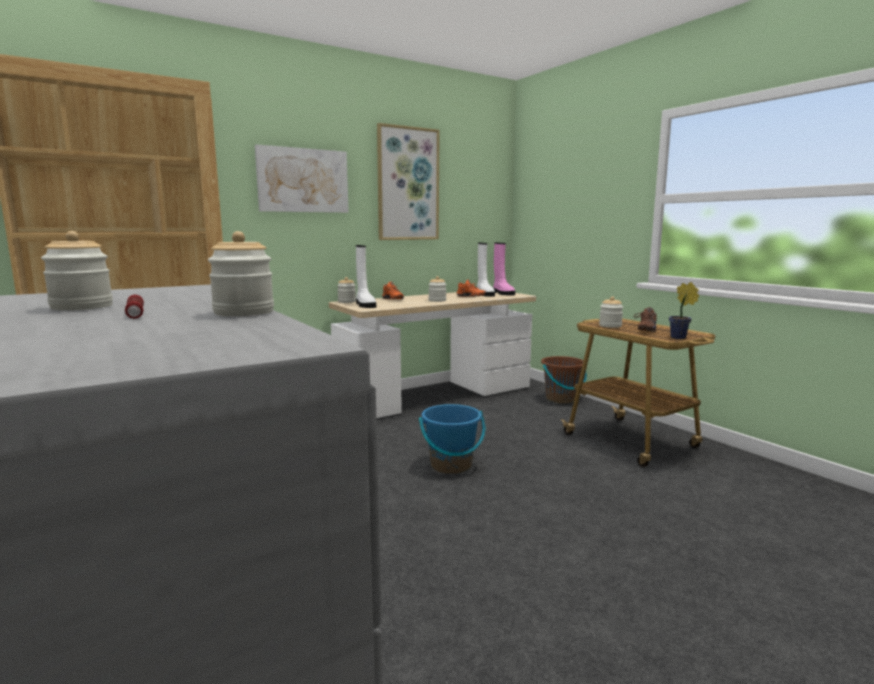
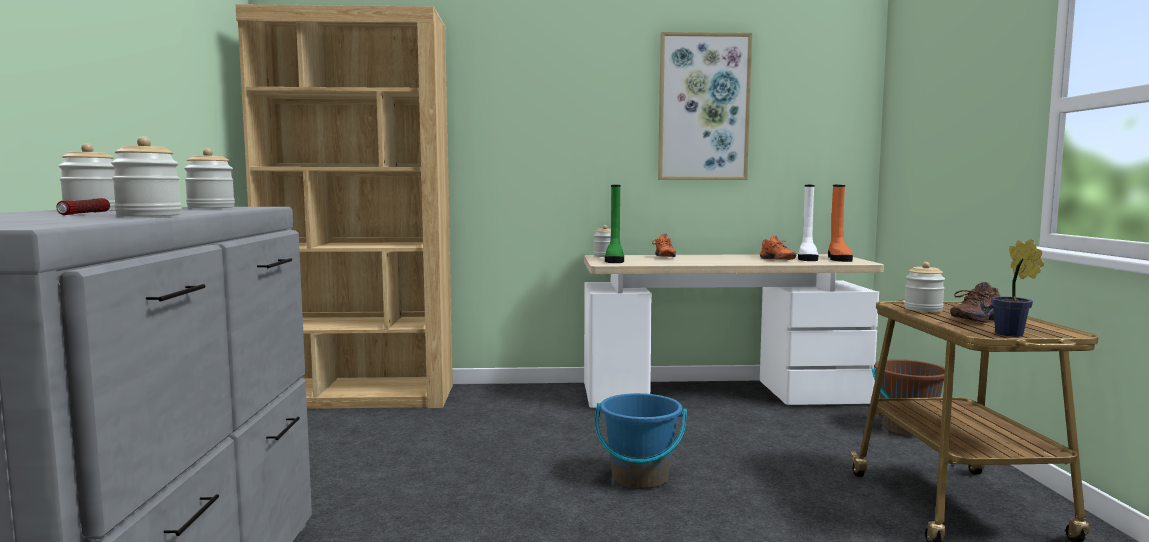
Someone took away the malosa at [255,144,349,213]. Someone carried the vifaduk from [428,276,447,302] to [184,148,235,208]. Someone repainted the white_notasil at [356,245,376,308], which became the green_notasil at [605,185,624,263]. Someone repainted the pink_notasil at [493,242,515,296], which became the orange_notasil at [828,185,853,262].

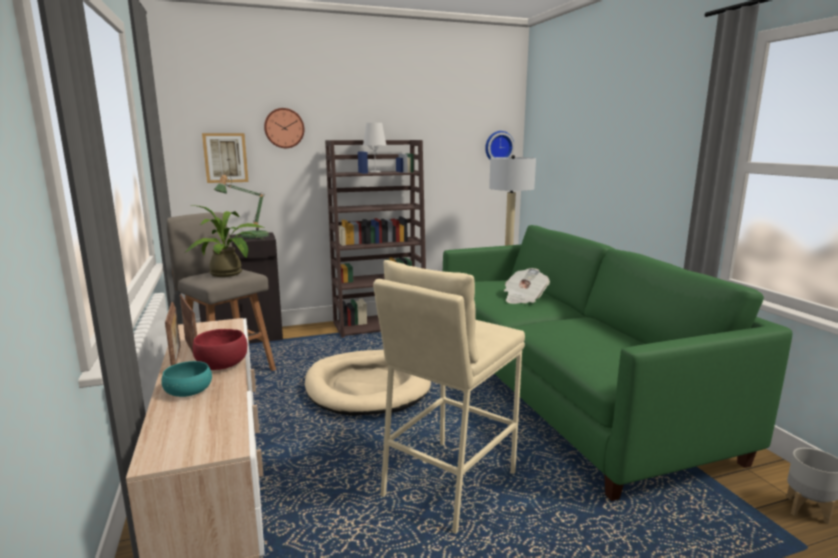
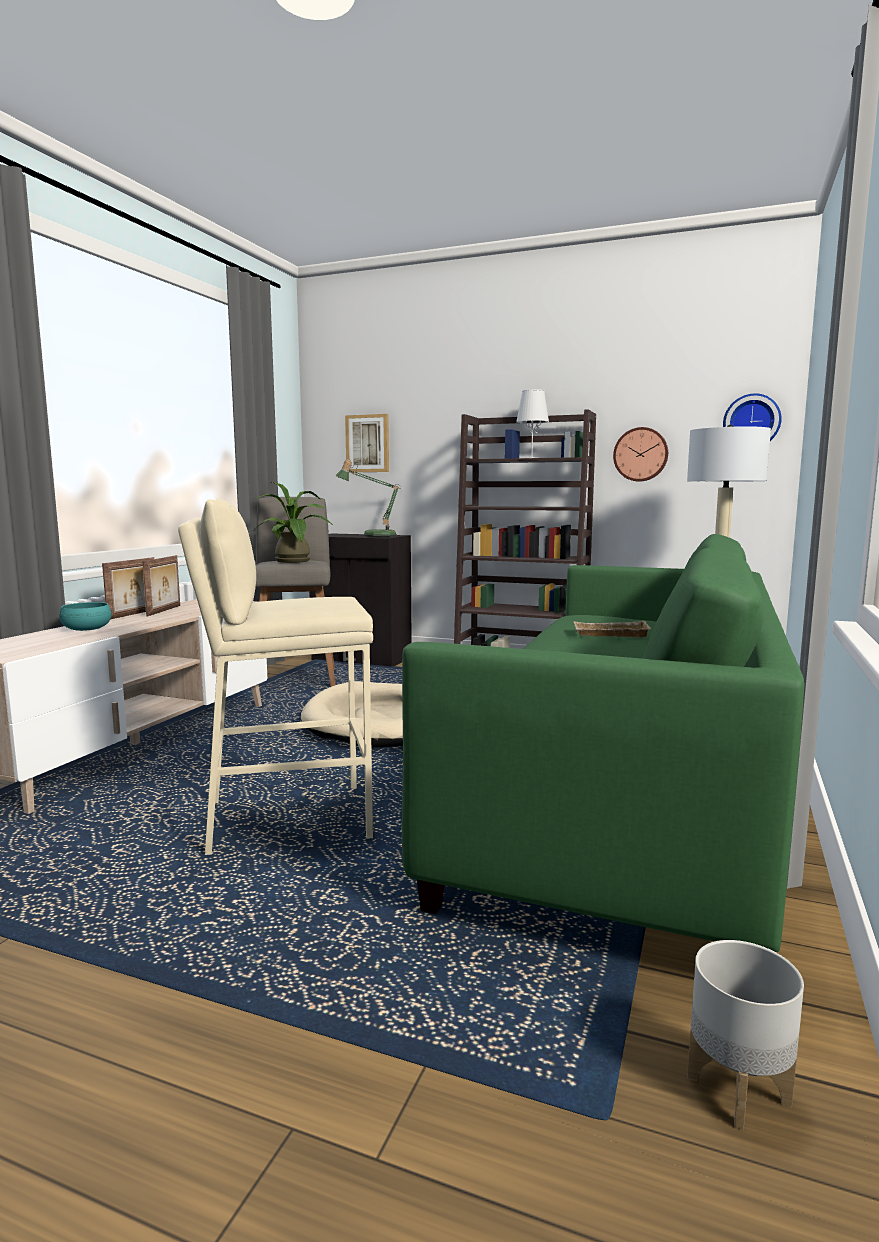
Someone took away the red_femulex at [193,329,247,370]. Someone carried the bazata from [264,108,304,148] to [613,427,668,482]. Someone swapped the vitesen at [504,268,550,304] for the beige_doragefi at [573,621,651,638].

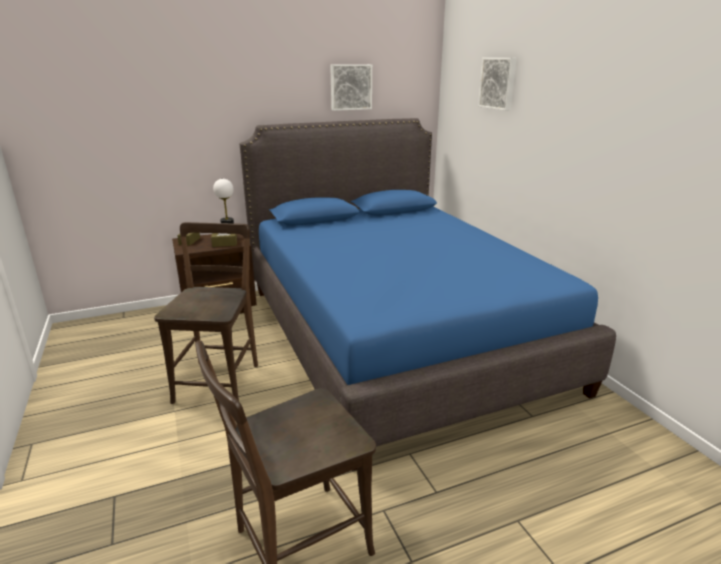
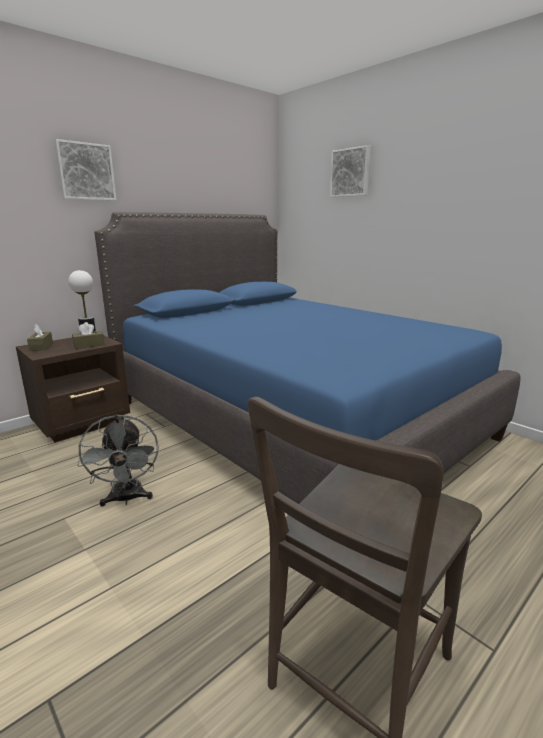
Someone carried the malosa from [330,64,372,111] to [54,139,116,201]. Someone swapped the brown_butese at [154,222,258,404] for the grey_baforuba at [77,414,159,507].

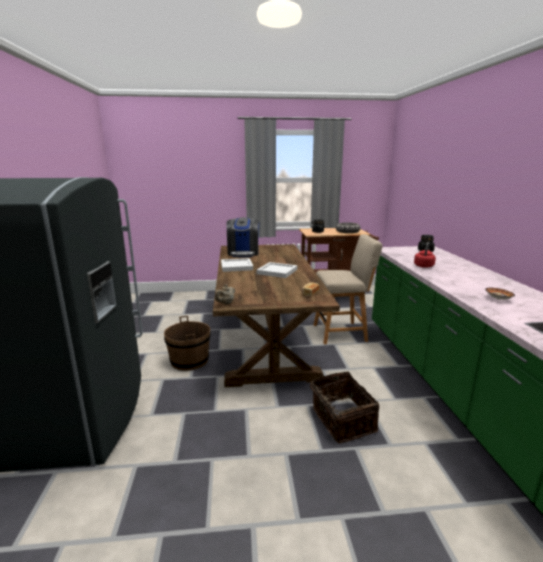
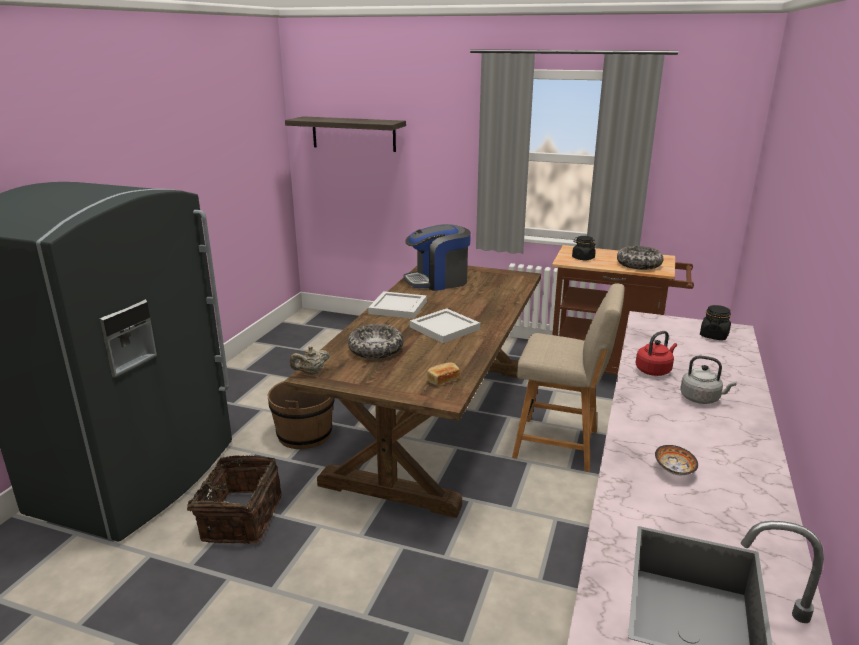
Someone put up the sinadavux at [285,116,406,152]. Someone put down the femulex at [348,324,403,359]. Someone put down the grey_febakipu at [680,356,737,404]. Someone carried the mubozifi from [310,371,379,443] to [183,455,282,544]. Someone rotated the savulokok at [227,217,259,257] by 45 degrees clockwise.

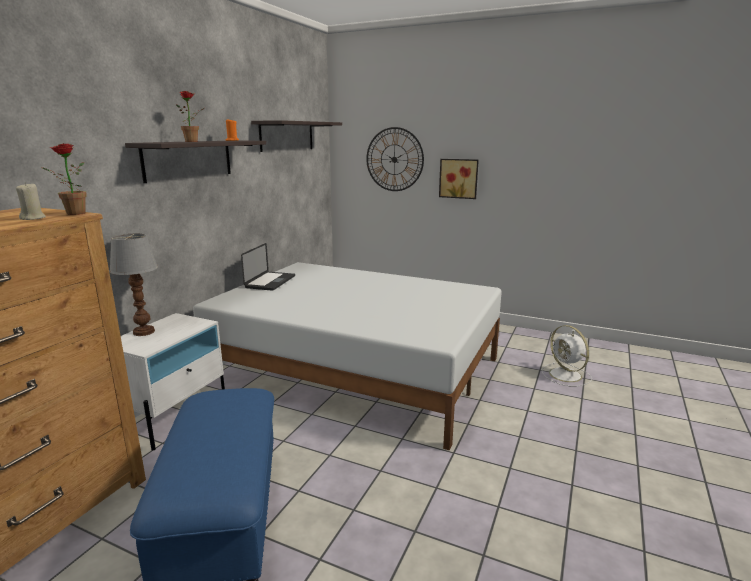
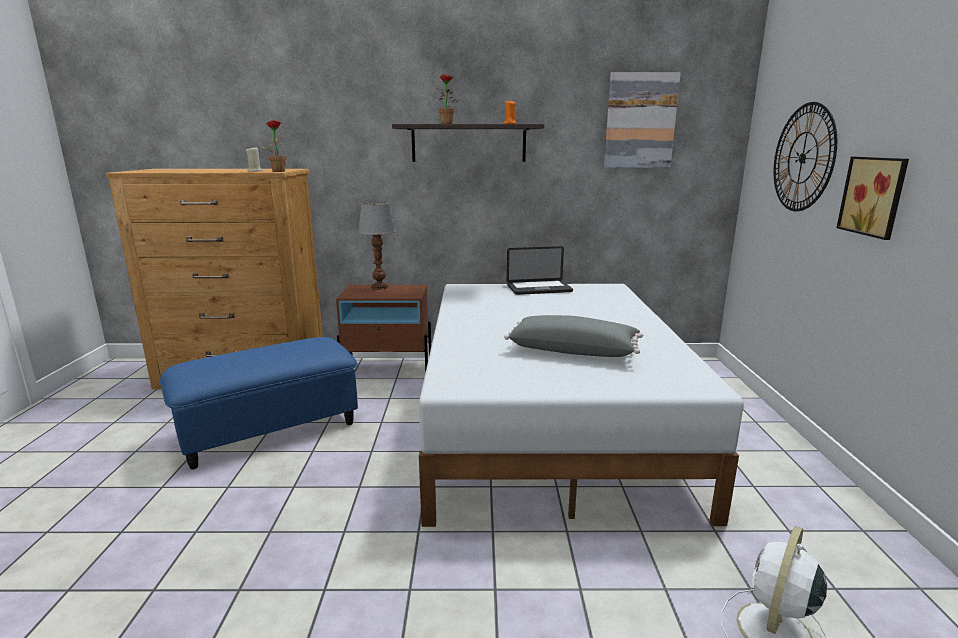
Someone put down the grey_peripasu at [504,315,643,357]. Someone swapped the sinadavux at [251,120,342,152] for the malosa at [604,72,681,168]. Someone repainted the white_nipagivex at [121,313,225,451], which became the brown_nipagivex at [336,285,431,373].

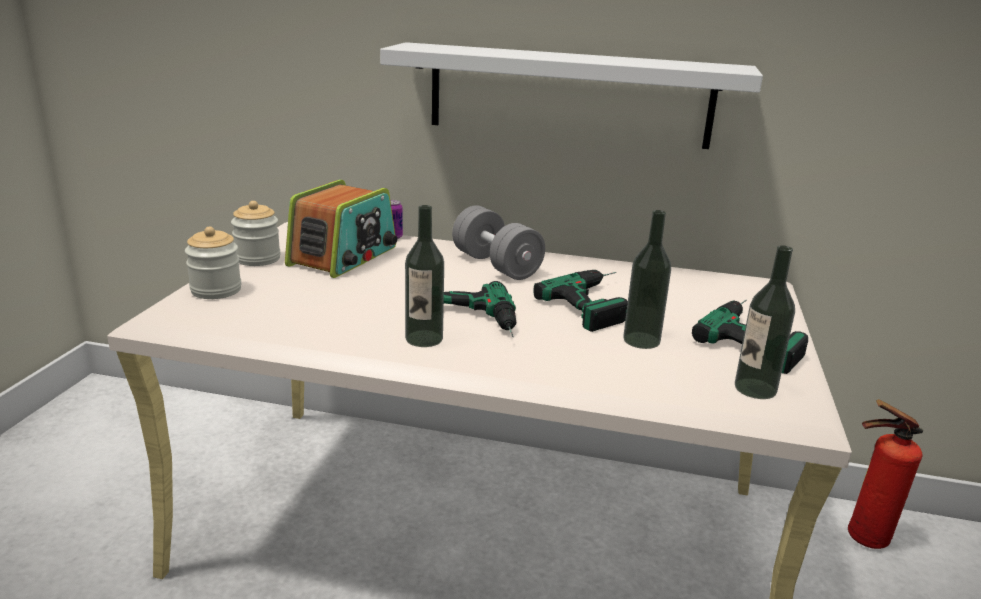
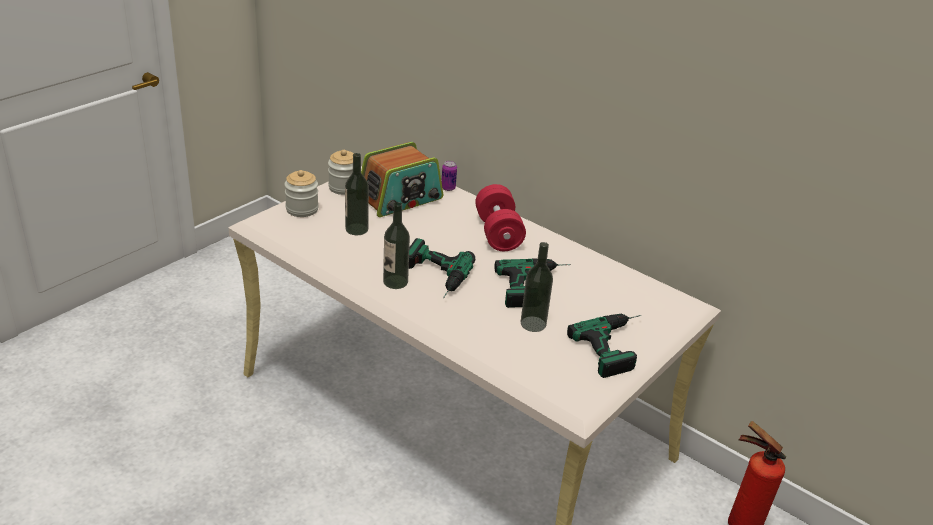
Someone took away the white_sinadavux at [380,42,763,149]. Someone carried the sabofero from [735,245,795,399] to [345,153,369,235]. Someone repainted the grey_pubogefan at [452,205,545,280], which became the red_pubogefan at [475,184,526,251].

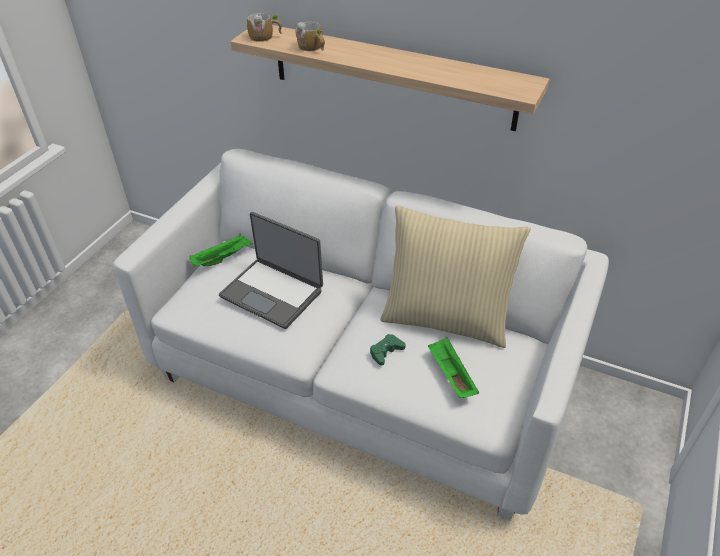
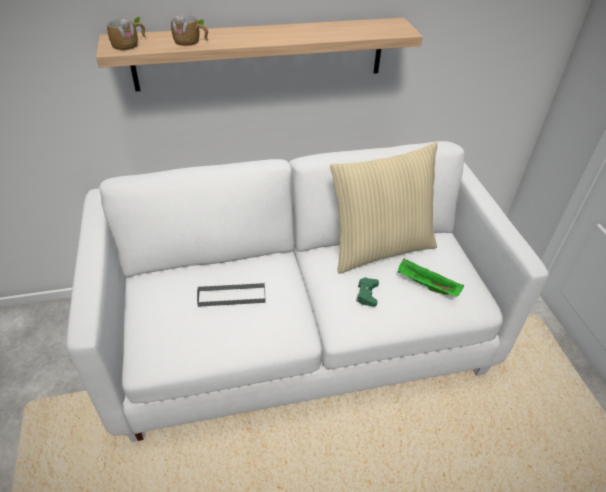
Someone took away the green_doragefi at [189,233,253,267]. Someone swapped the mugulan at [219,212,323,329] for the grey_doragefi at [197,283,266,307].

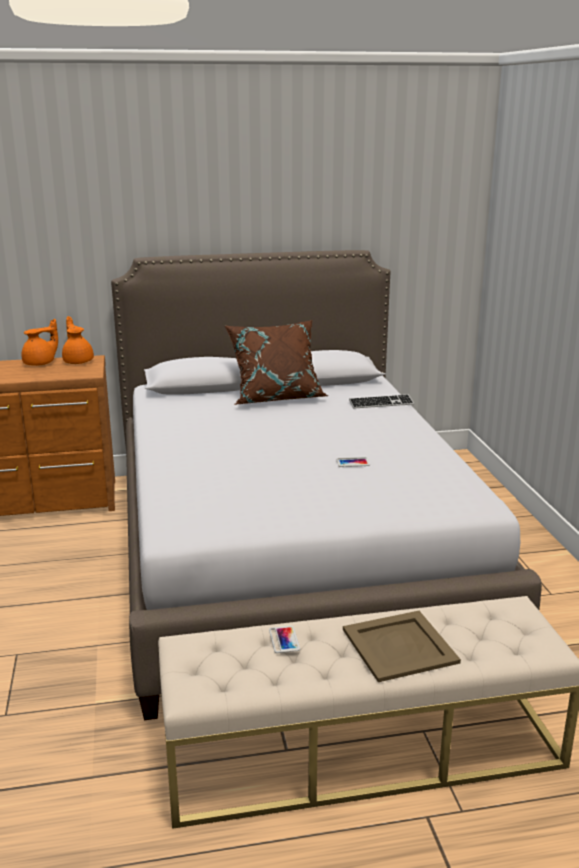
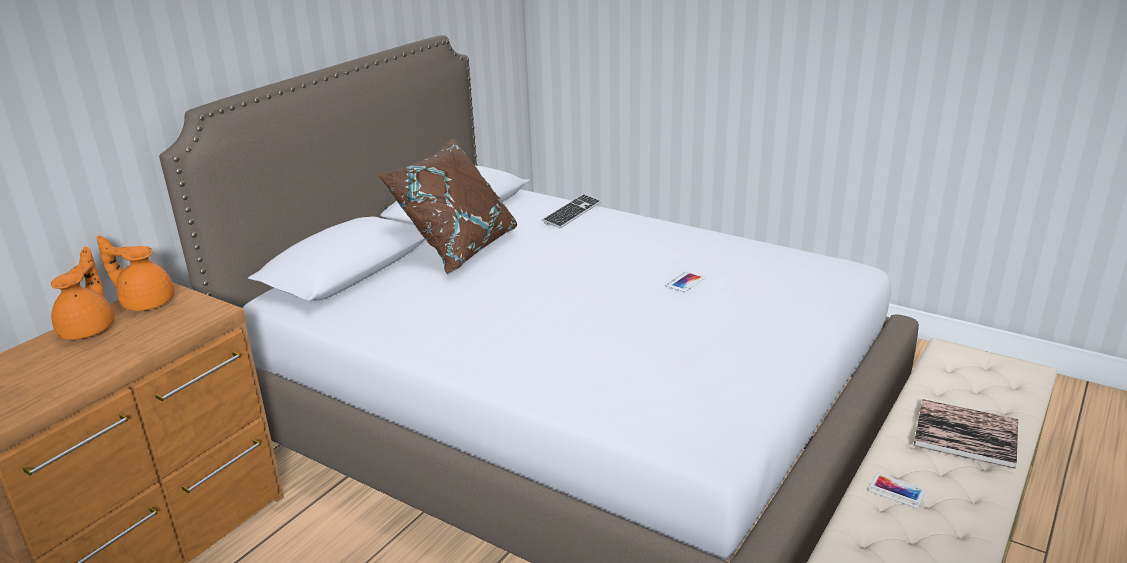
Someone swapped the beige_doragefi at [343,611,461,682] for the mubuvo at [913,399,1018,469].

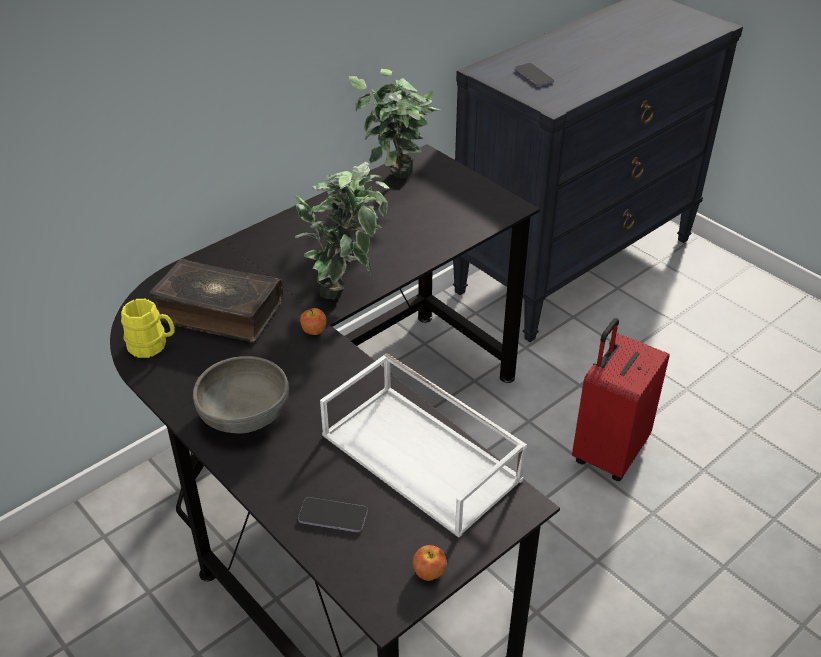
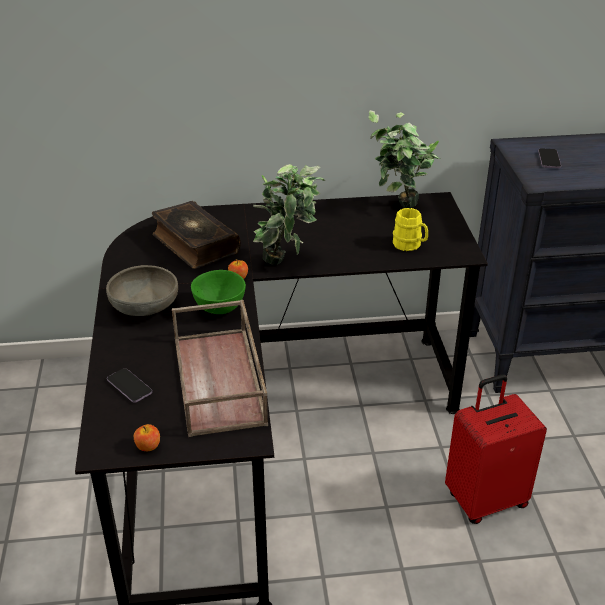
Someone put down the green_femulex at [191,270,246,314]. Someone carried the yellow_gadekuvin from [121,299,175,358] to [393,208,428,251]. Someone repainted the white_doragefi at [320,353,527,538], which became the brown_doragefi at [172,300,268,437].

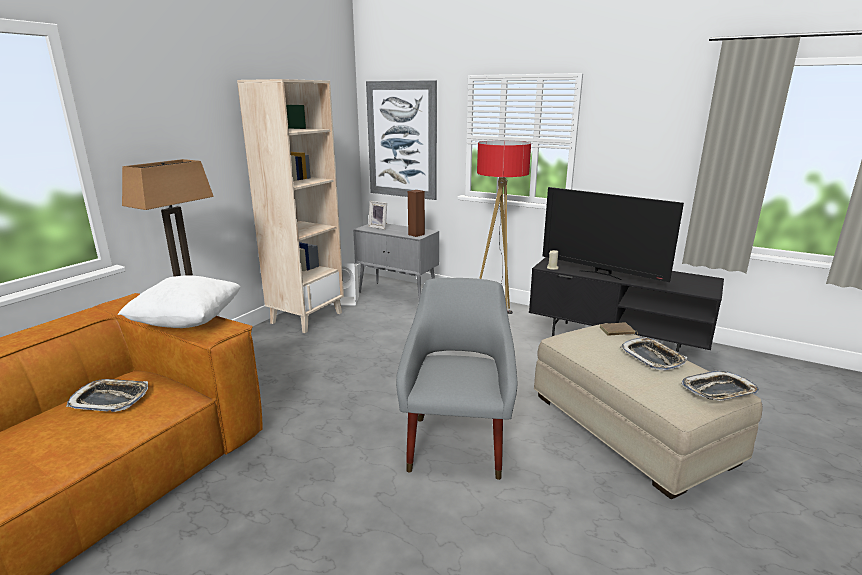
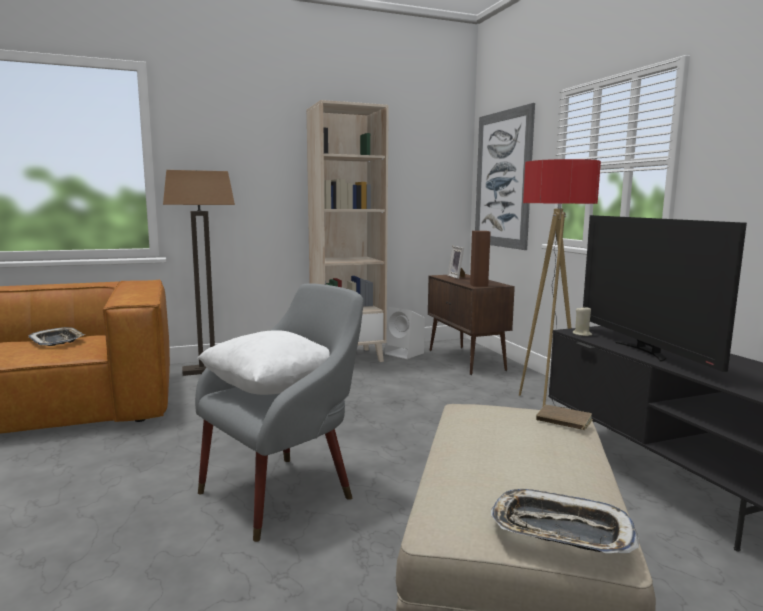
Someone took away the doragefi at [620,338,687,371]. Someone carried the white_peripasu from [118,275,241,328] to [197,330,330,395]. Someone repainted the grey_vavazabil at [353,223,439,299], which became the brown_vavazabil at [428,274,515,375].

